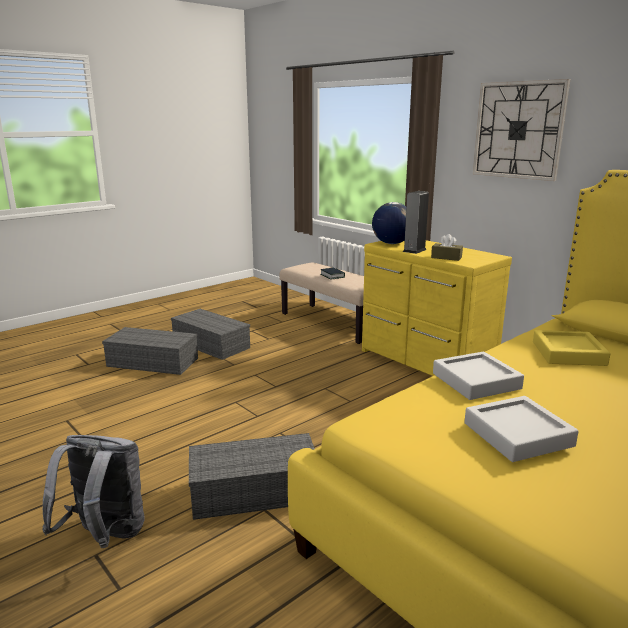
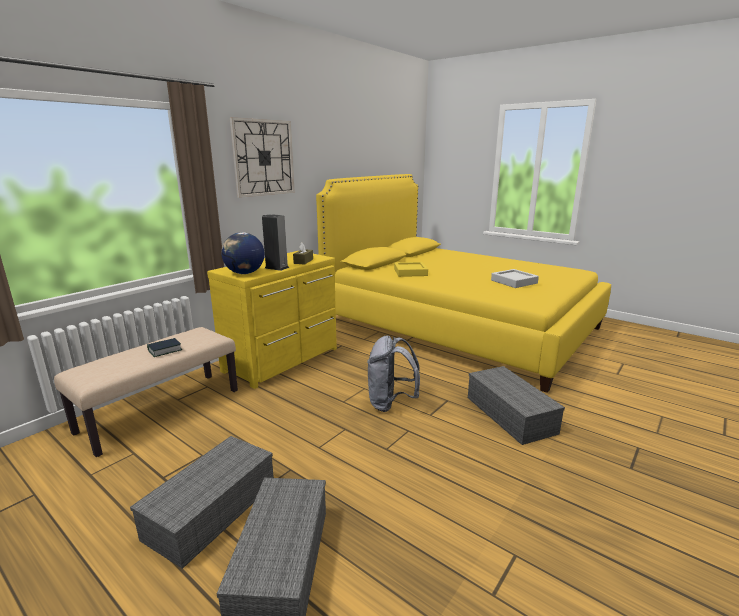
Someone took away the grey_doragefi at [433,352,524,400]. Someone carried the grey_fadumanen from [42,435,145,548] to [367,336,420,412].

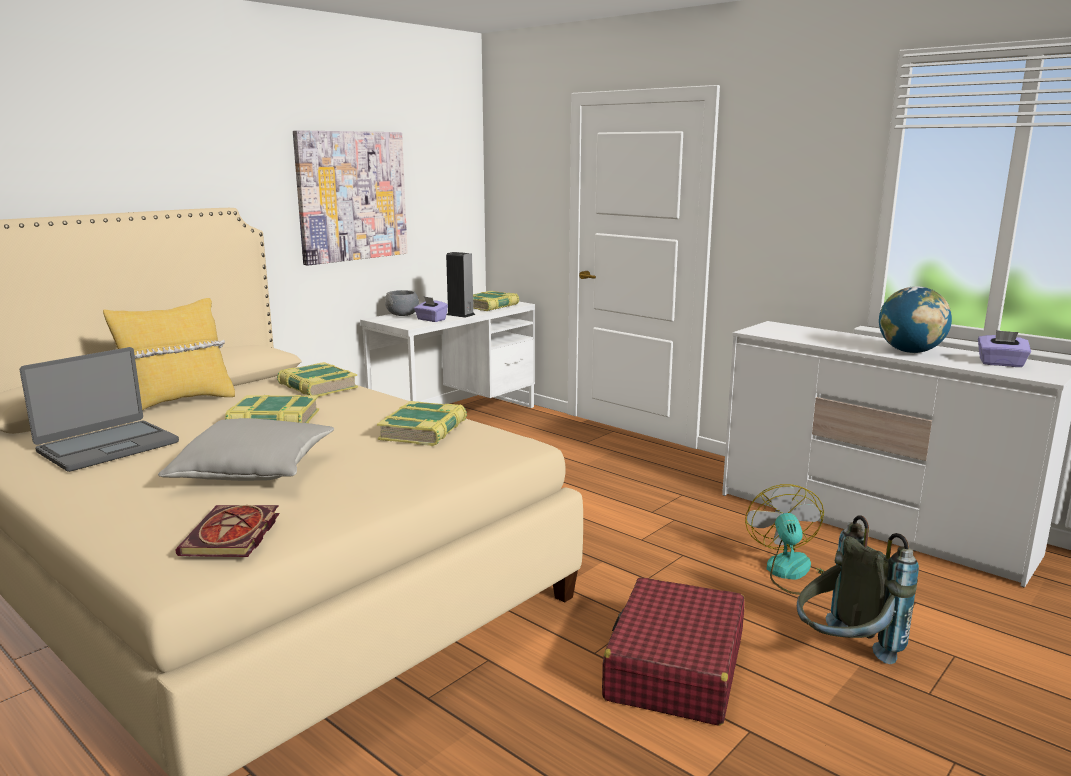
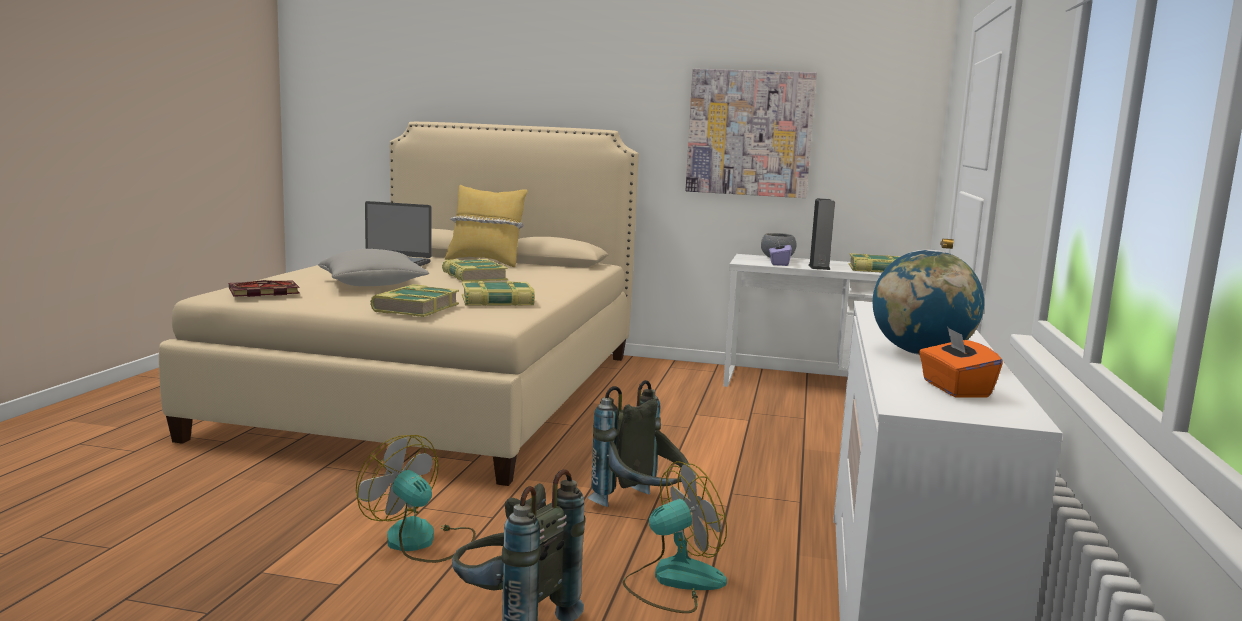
Someone put down the grey_fadumanen at [587,380,689,507]. Someone carried the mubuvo from [277,362,358,397] to [370,284,459,317]. Someone swapped the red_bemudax at [602,577,745,726] for the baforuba at [356,435,476,563]. Someone repainted the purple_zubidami at [978,330,1031,367], which became the orange_zubidami at [919,327,1003,398].

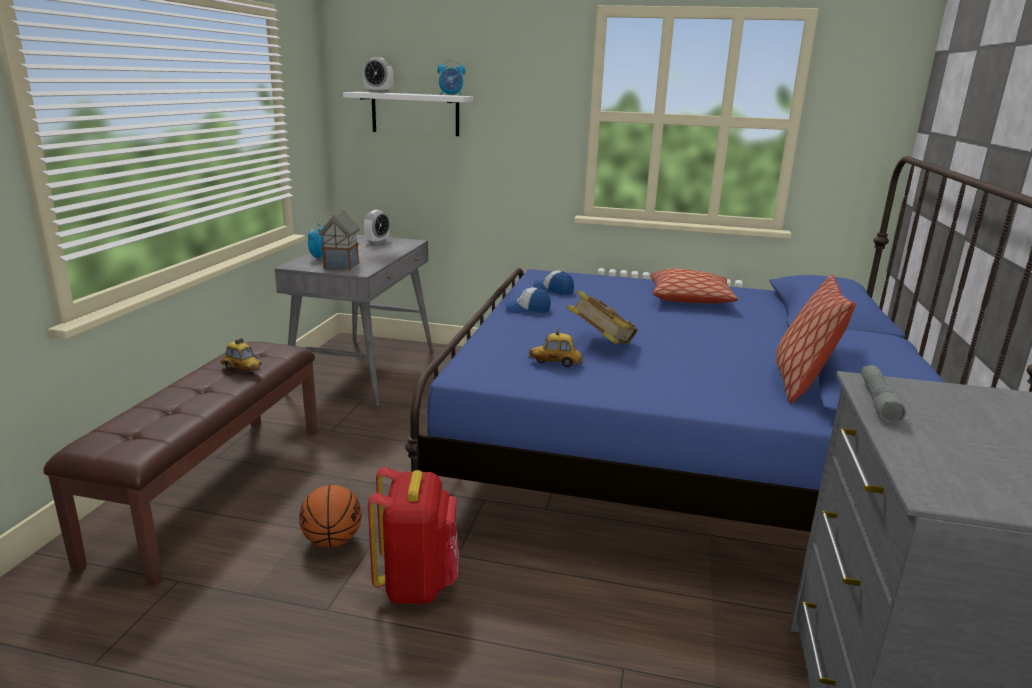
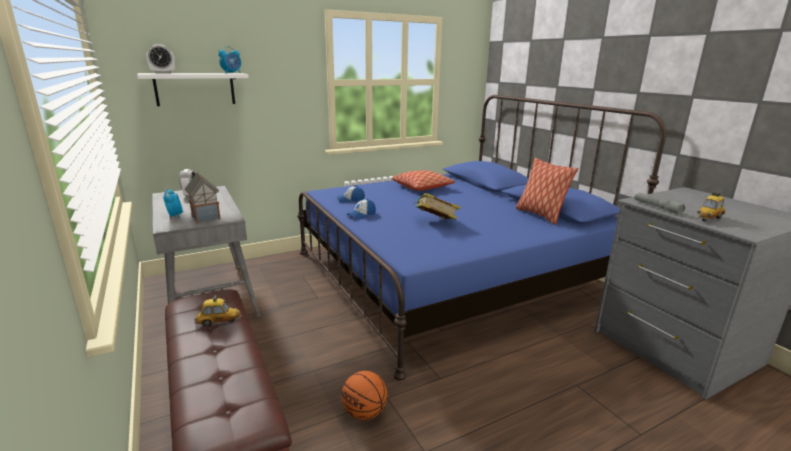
Someone took away the red_fadumanen at [368,467,460,604]. Someone carried the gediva from [529,328,583,367] to [697,192,726,221].

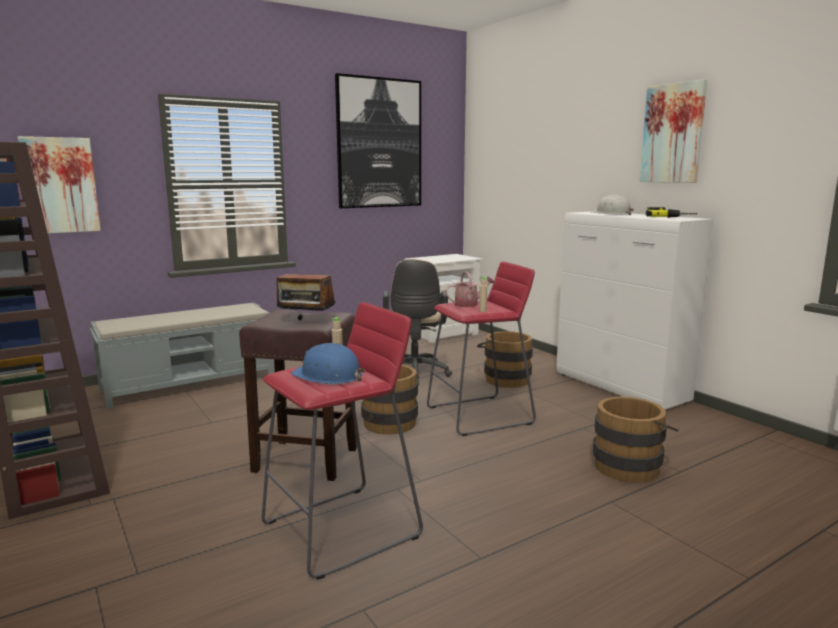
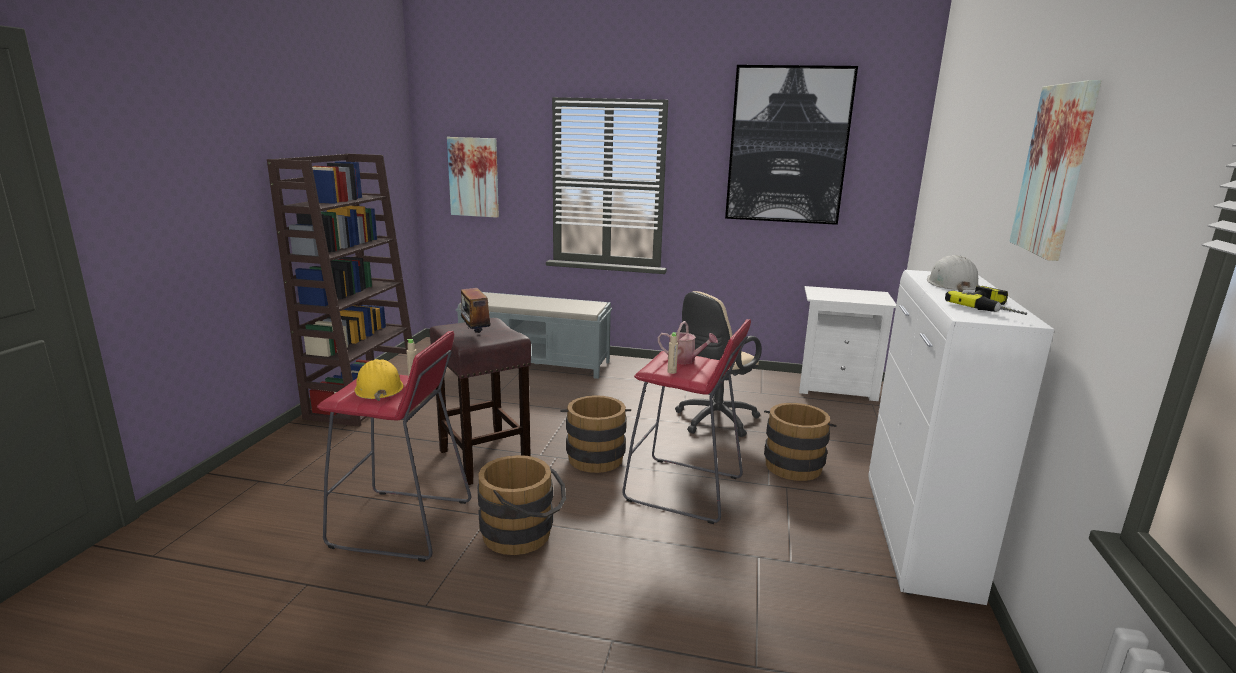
Someone carried the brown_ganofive from [593,397,678,483] to [477,455,566,555]. Someone repainted the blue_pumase at [291,343,365,384], which became the yellow_pumase at [355,359,403,401].

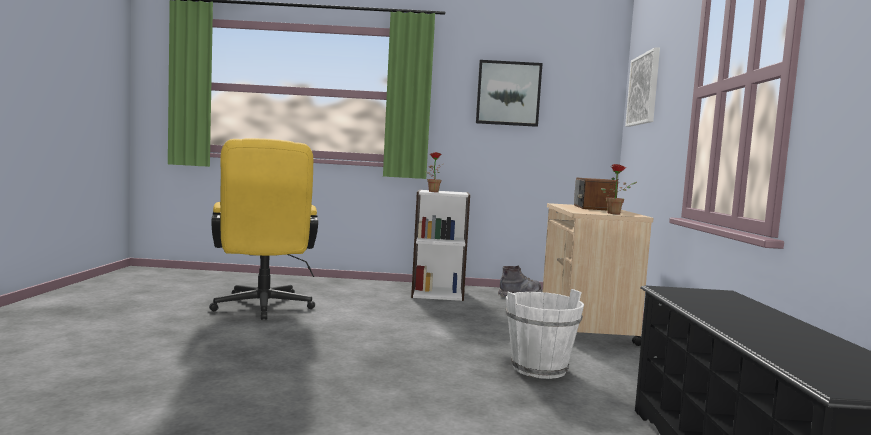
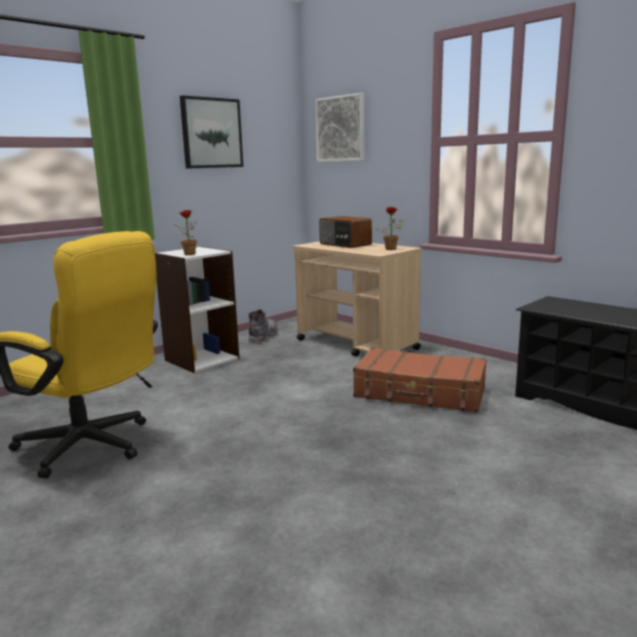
Someone swapped the white_ganofive at [505,289,584,379] for the brown_bemudax at [353,348,487,413].

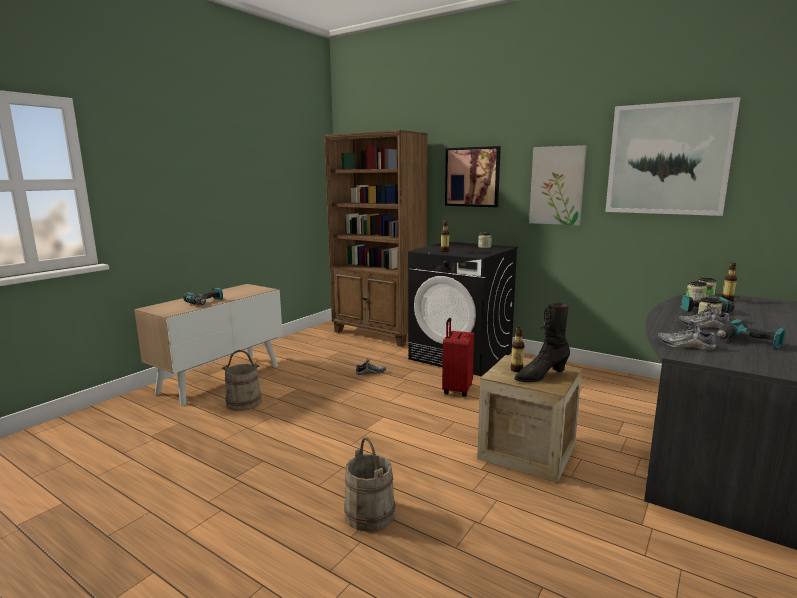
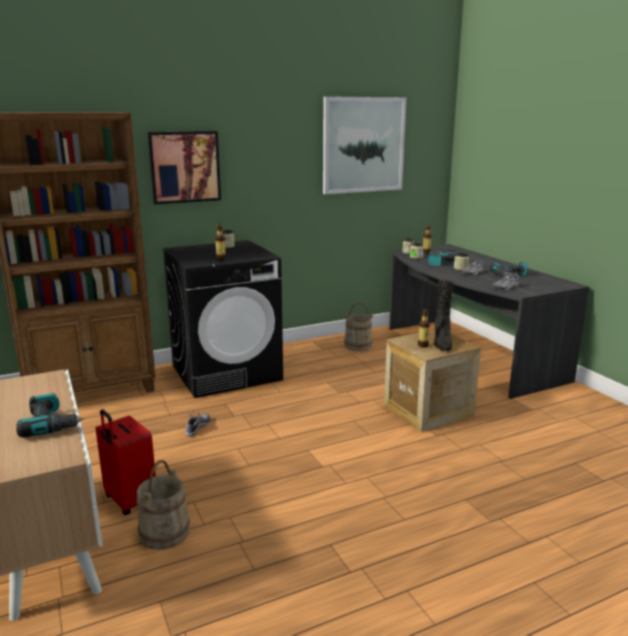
Someone took away the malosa at [529,145,587,226]. Someone carried the beige_ganofive from [344,437,396,532] to [344,302,374,351]. Someone carried the red_bemudax from [442,318,474,397] to [96,410,156,515].

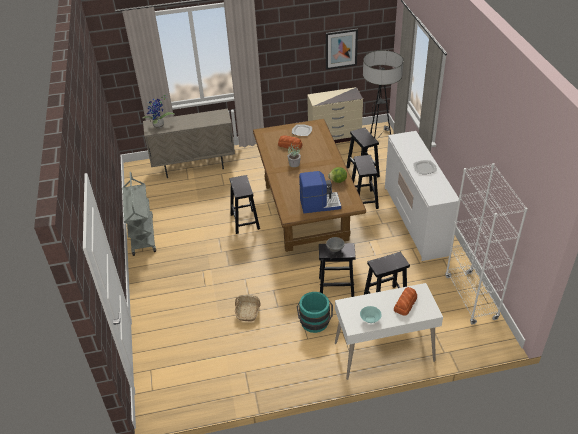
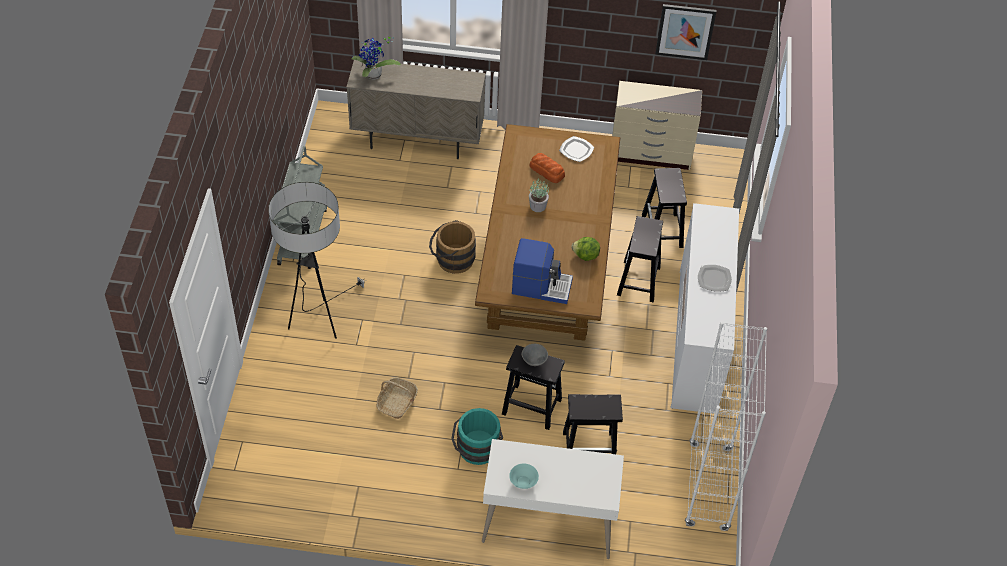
Someone took away the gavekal at [394,287,417,316]. Someone carried the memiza from [363,50,403,150] to [268,182,366,339]. Someone swapped the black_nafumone at [230,175,260,234] for the brown_ganofive at [429,220,476,274].

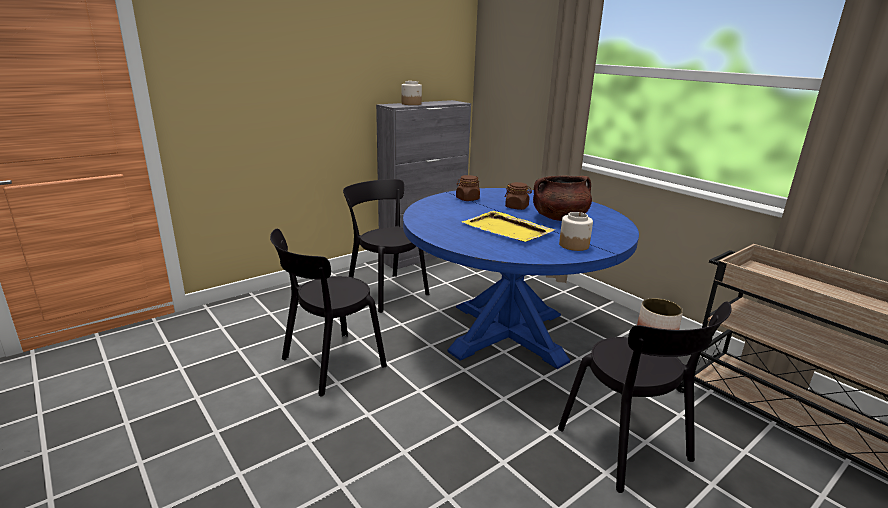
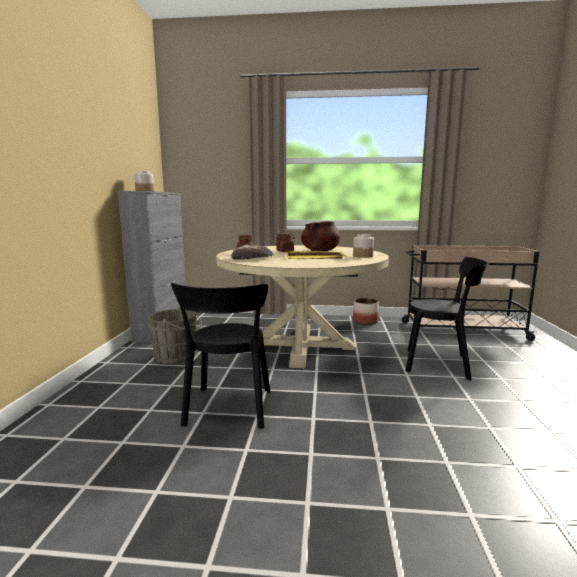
Someone put down the gavekal at [232,245,274,260]. Someone swapped the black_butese at [343,179,429,313] for the grey_ganofive at [148,307,202,364]. Someone repainted the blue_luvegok at [403,188,639,369], which became the beige_luvegok at [216,245,389,368].

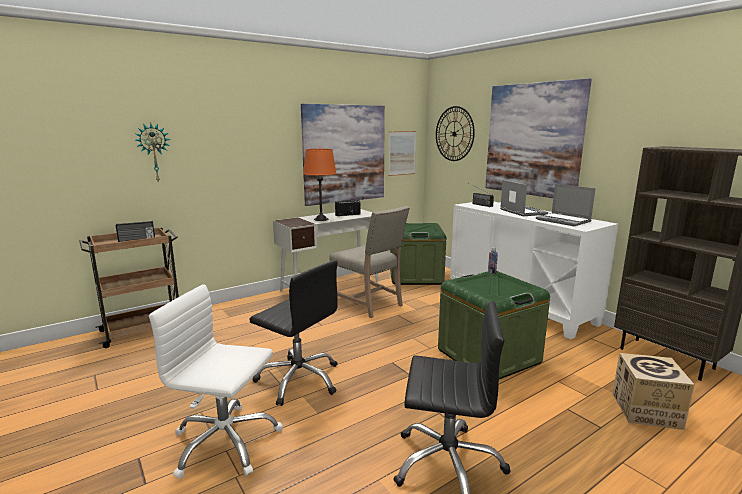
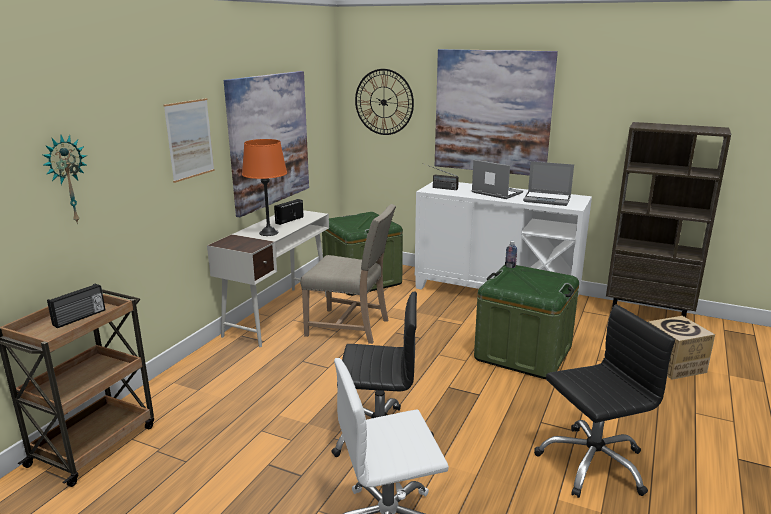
Someone carried the malosa from [388,131,416,176] to [164,98,215,183].

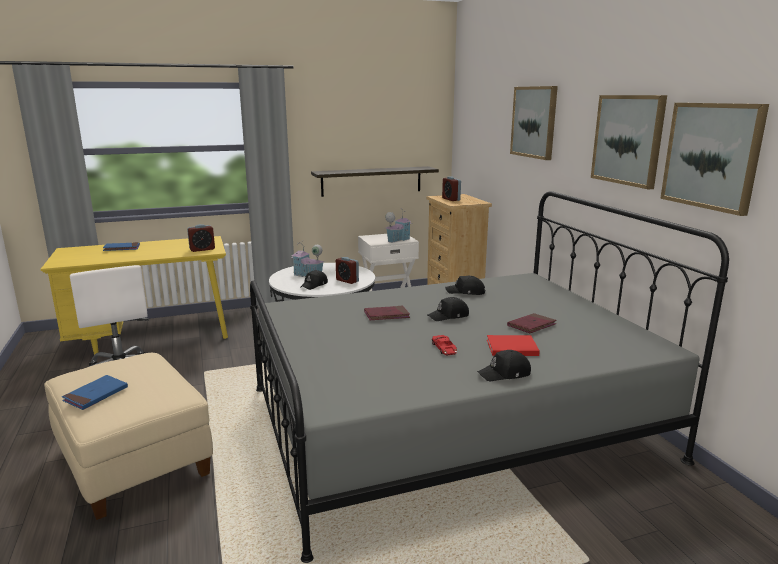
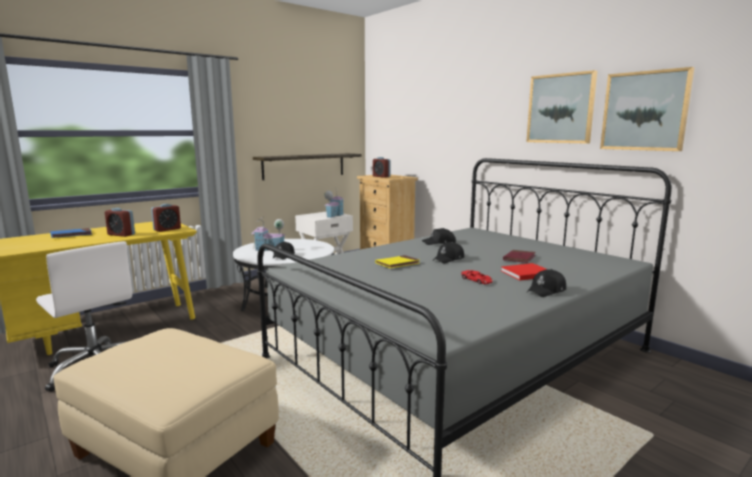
Someone took away the blue_mubuvo at [62,375,128,410]. Someone took away the malosa at [510,86,558,160]. Someone carried the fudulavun from [336,257,359,284] to [105,208,135,237]. Someone repainted the red_mubuvo at [364,306,410,320], which became the yellow_mubuvo at [375,255,419,268].

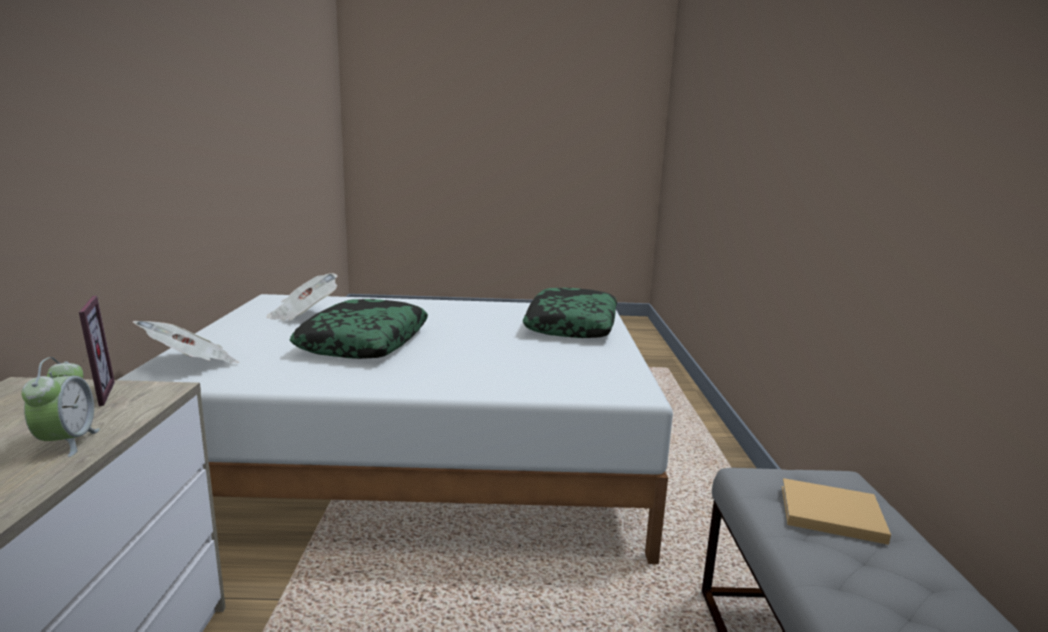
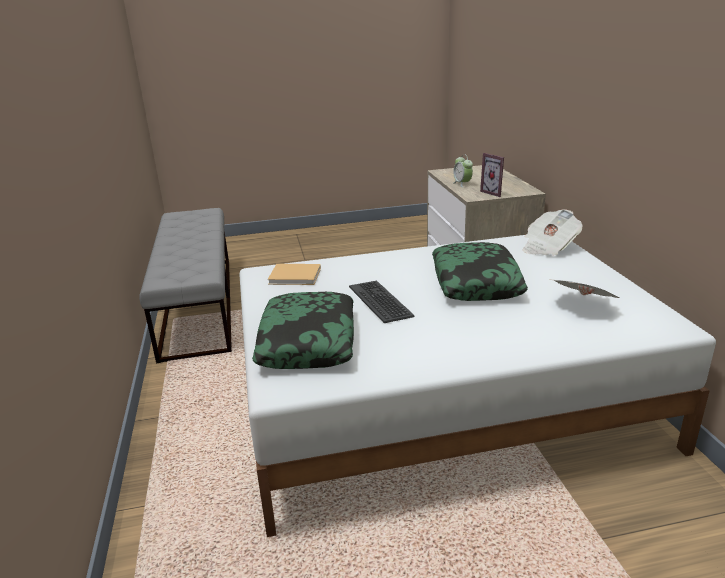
Someone put down the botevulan at [349,281,415,323]. Someone carried the beige_mubuvo from [782,478,891,545] to [268,264,321,285].

